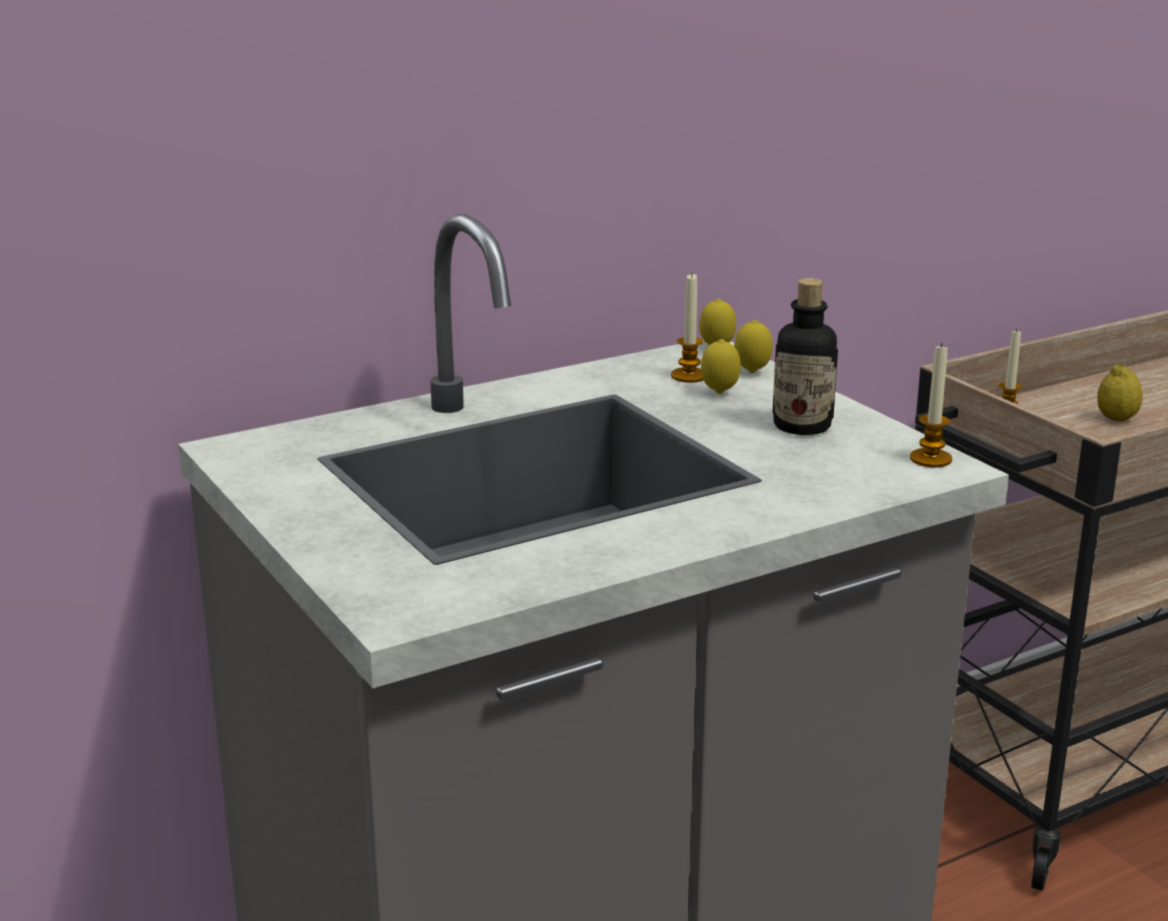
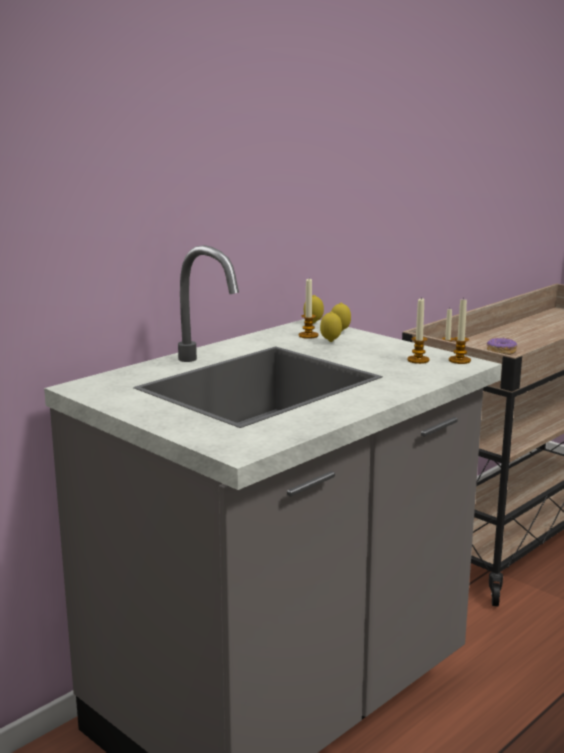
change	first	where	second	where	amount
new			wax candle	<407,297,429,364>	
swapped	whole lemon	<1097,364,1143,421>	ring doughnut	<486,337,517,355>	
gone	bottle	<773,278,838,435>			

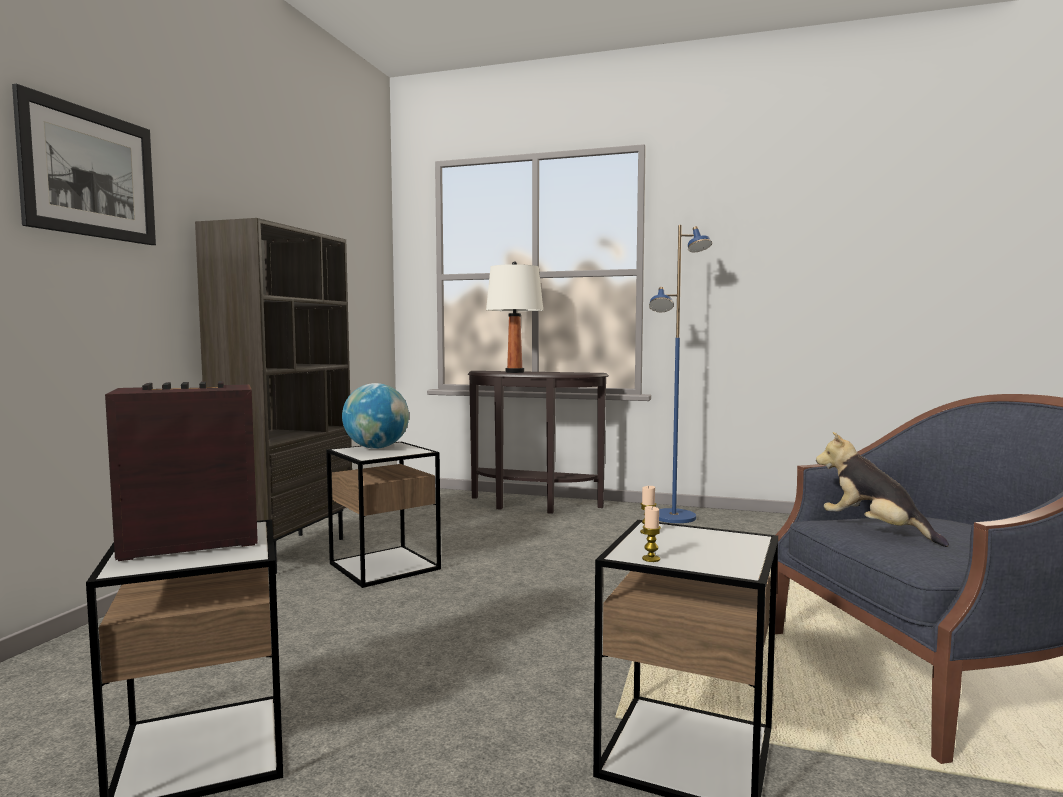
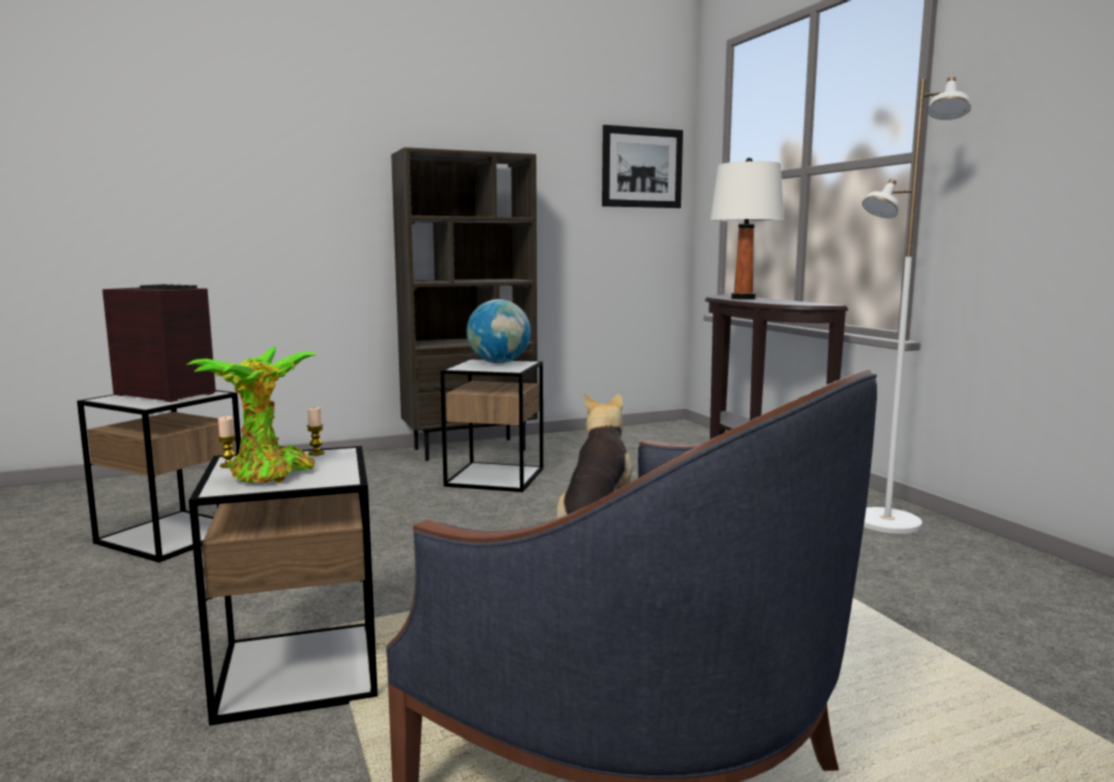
change	first	where	second	where	amount
new			houseplant	<186,346,318,484>	
shifted	picture	<12,84,156,245>		<602,125,683,208>	
repainted	blue-coloured floor lamp	<649,225,712,523>	white-coloured floor lamp	<862,77,971,534>	

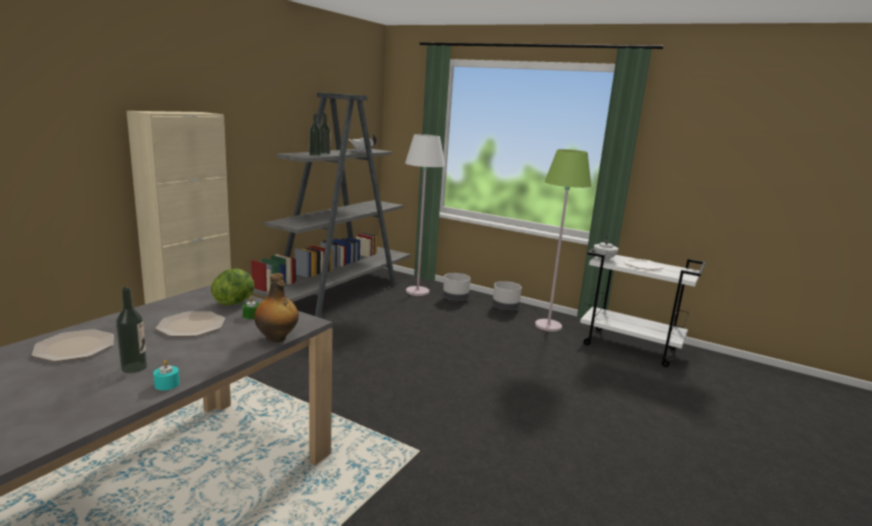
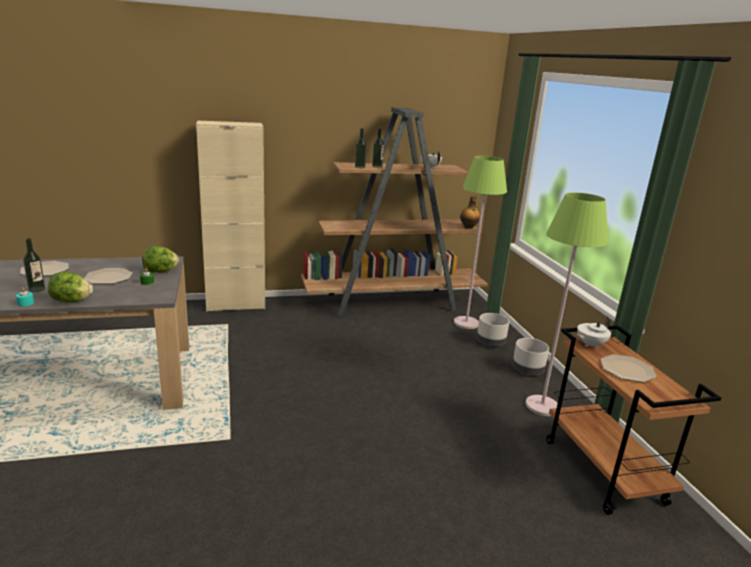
change	first	where	second	where	amount
new			lettuce head	<48,271,93,302>	
repainted	grey bookshelf	<251,92,411,318>	brownish bookshelf	<301,107,488,317>	
repainted	white-coloured floor lamp	<405,134,445,296>	green floor lamp	<454,156,507,329>	
shifted	bottle	<254,273,299,343>		<460,196,480,229>	
repainted	white-coloured trolley	<580,245,706,367>	brownish trolley	<546,325,721,515>	

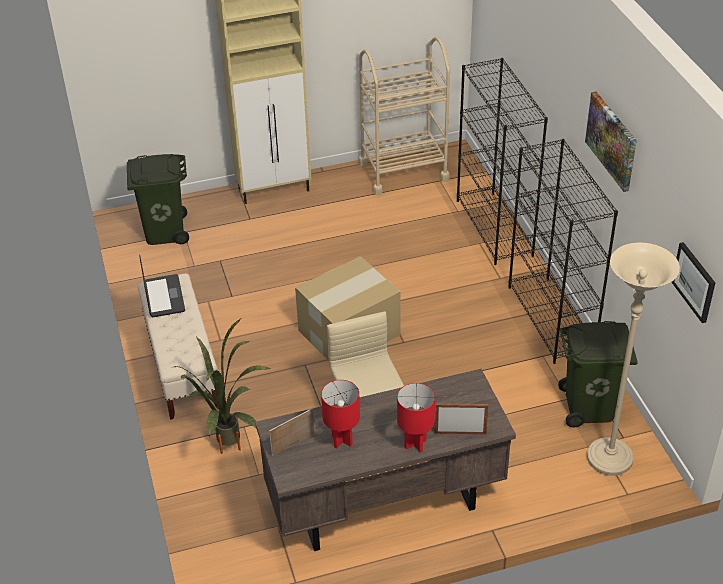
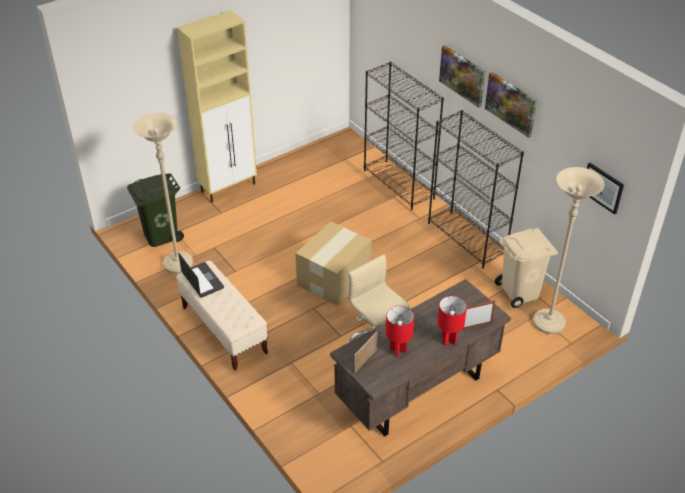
change	first	where	second	where	amount
new			beige-coloured floor lamp	<133,113,193,274>	
new			picture	<439,45,486,108>	
repainted	green waste bin	<558,321,638,427>	beige-coloured waste bin	<494,228,558,308>	
gone	houseplant	<171,319,271,454>			
gone	beige-coloured trolley	<359,37,450,195>			

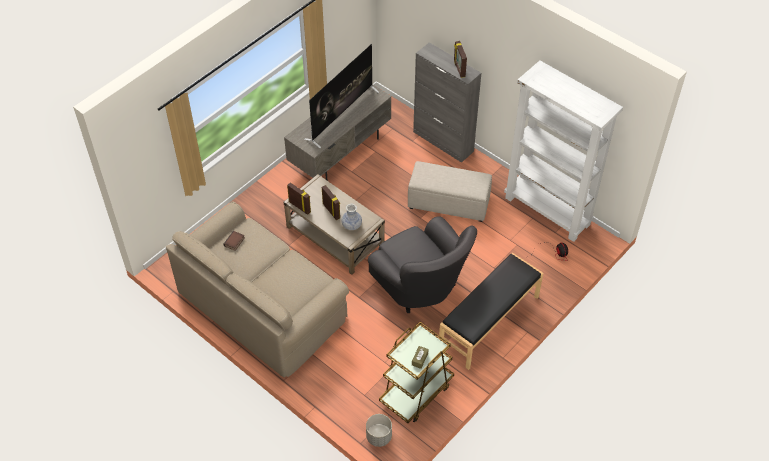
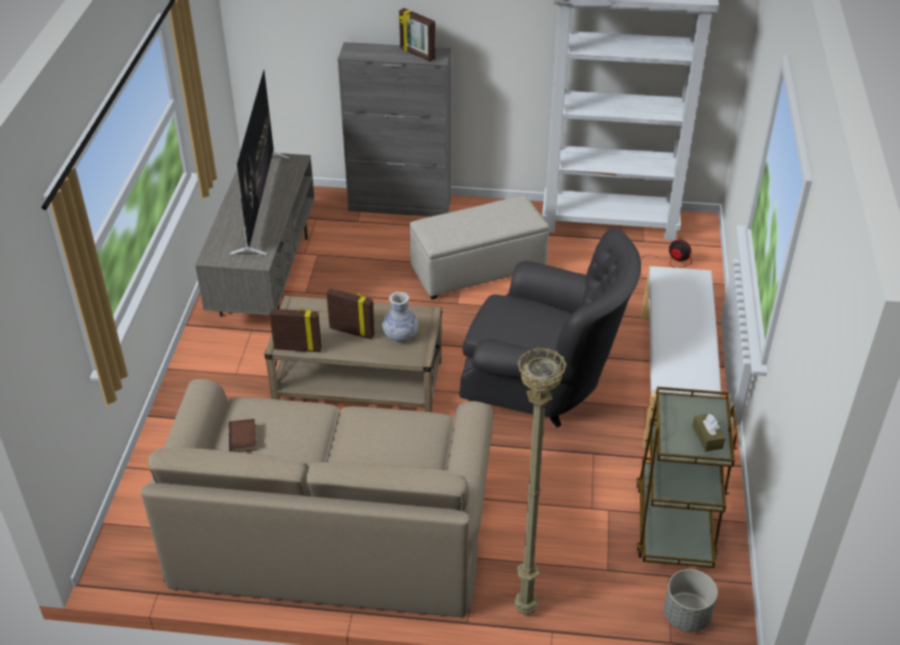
change	first	where	second	where	amount
new			beige-coloured floor lamp	<514,347,567,616>	
repainted	black bench	<439,253,543,370>	white-coloured bench	<642,266,721,449>	

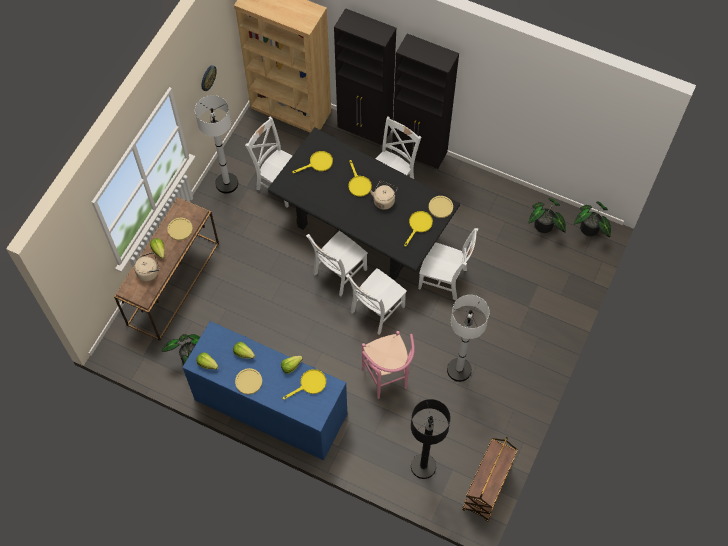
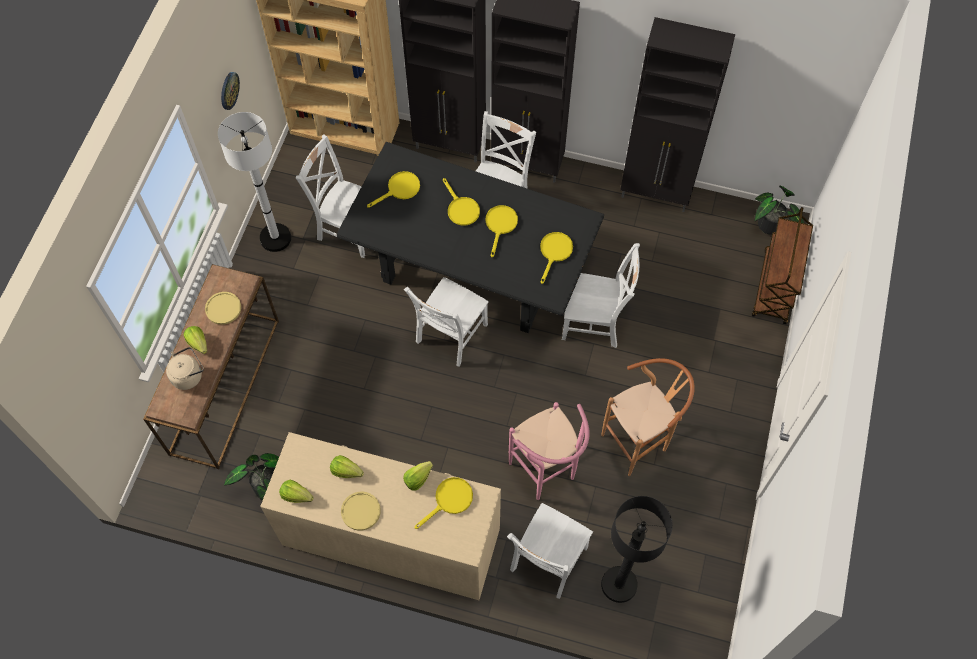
change	first	where	second	where	amount
repainted	blue-coloured chest of drawers	<182,321,347,460>	beige-coloured chest of drawers	<260,432,501,600>	
swapped	beige-coloured water kettle	<370,181,398,210>	yellowish skillet	<485,205,518,257>	
shifted	white-coloured chair	<346,268,407,335>		<507,503,593,599>	
swapped	white-coloured floor lamp	<447,295,489,382>	brownish stool	<601,358,695,476>	
new			black cupboard	<620,17,735,212>	
shifted	brownish trolley	<462,437,518,522>		<752,207,813,324>	
gone	yellowish plate	<429,196,453,218>			
gone	houseplant	<528,198,566,233>			

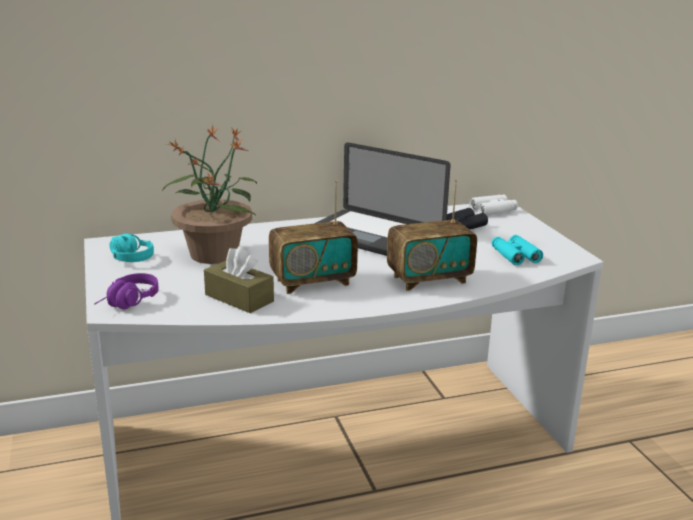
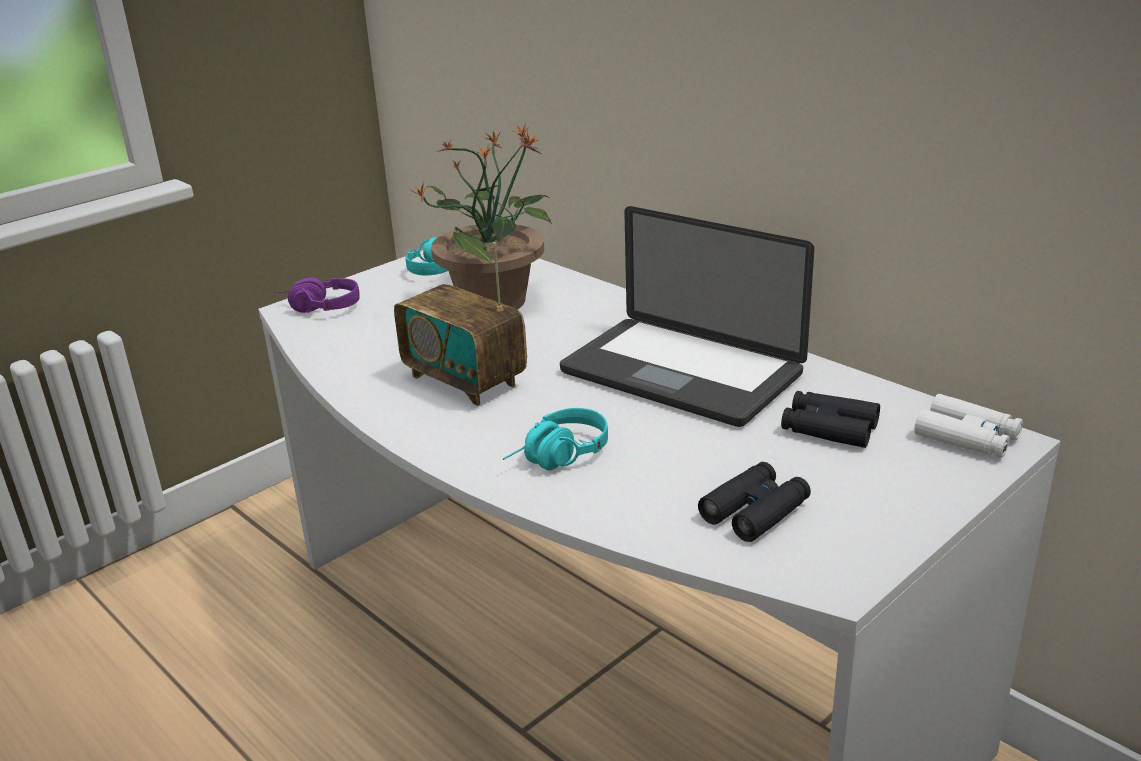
change	first	where	second	where	amount
swapped	radio receiver	<387,179,477,291>	turquoise headset	<503,408,608,470>	
rotated	notebook computer	<316,142,451,256>		<560,206,814,427>	60 degrees counterclockwise
repainted	turquoise binoculars	<491,235,543,265>	black binoculars	<698,462,811,542>	
gone	brownish box of tissues	<204,246,274,313>			

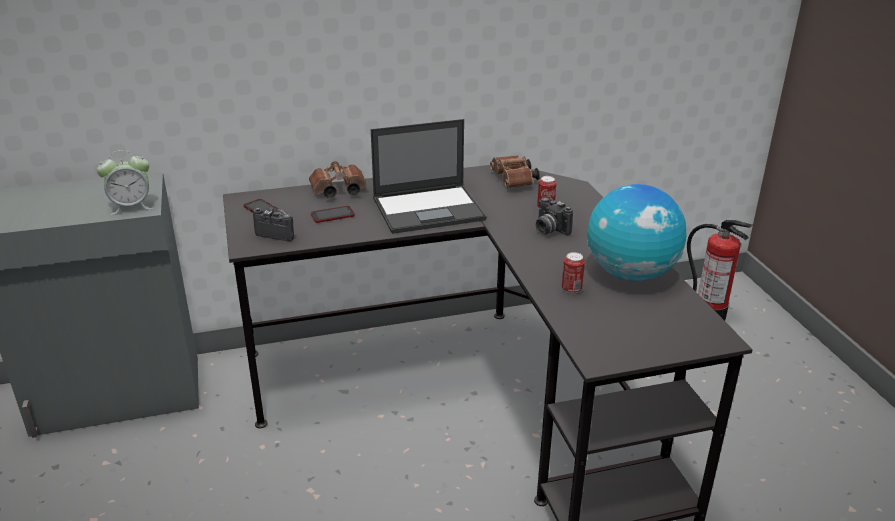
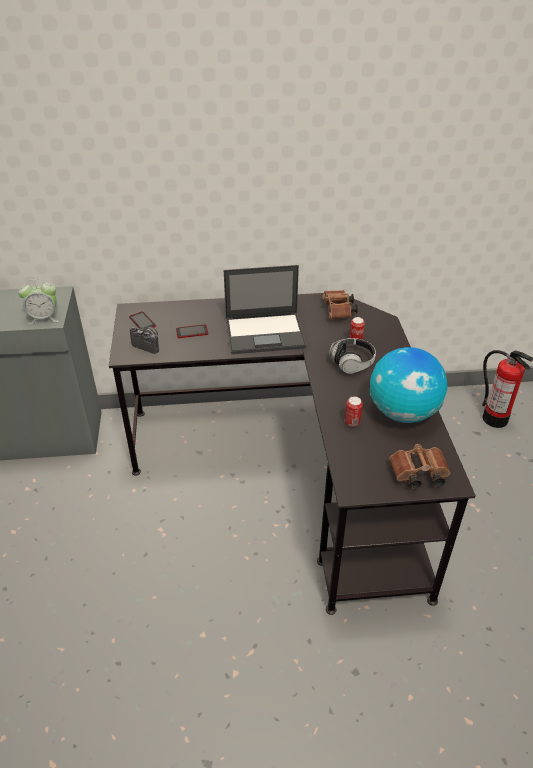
change	first	where	second	where	amount
swapped	still camera	<536,197,573,235>	headset	<329,338,376,374>	
shifted	brownish binoculars	<309,161,366,198>		<389,444,450,489>	

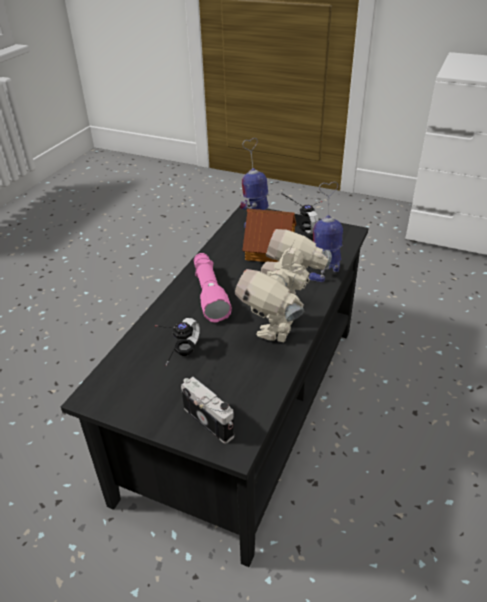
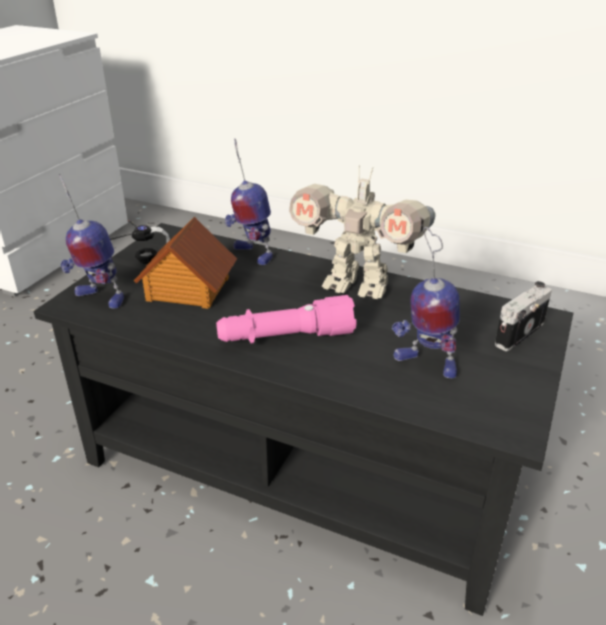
change	first	where	second	where	amount
swapped	headset	<155,318,200,366>	robot figure	<392,227,460,378>	

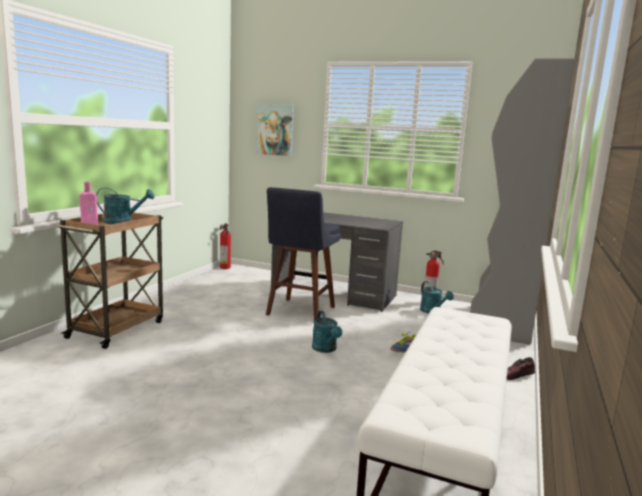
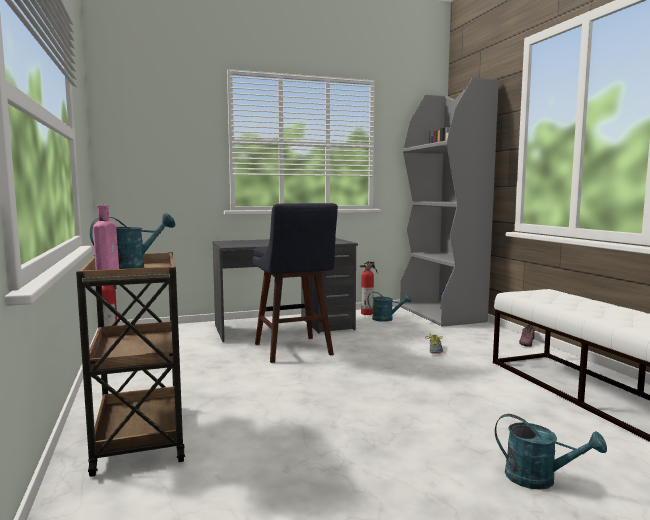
change	first	where	second	where	amount
shifted	turquoise sprinkling can	<312,311,342,353>		<495,414,607,490>	
gone	picture	<256,104,294,156>			

